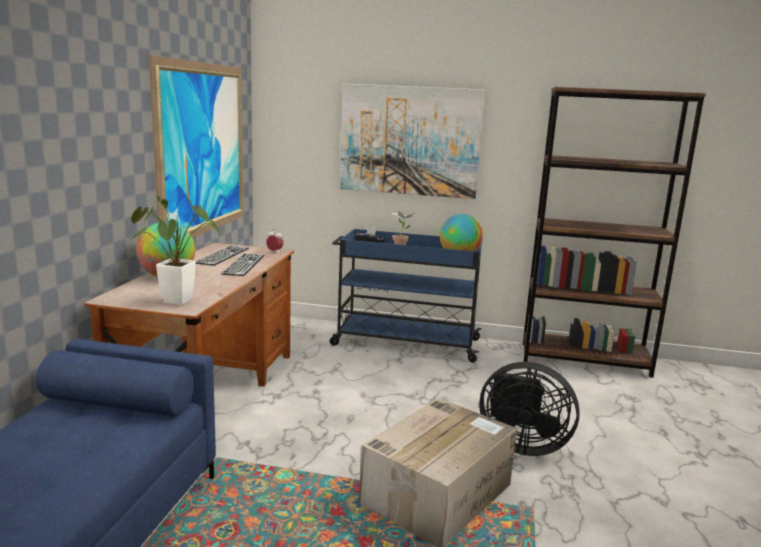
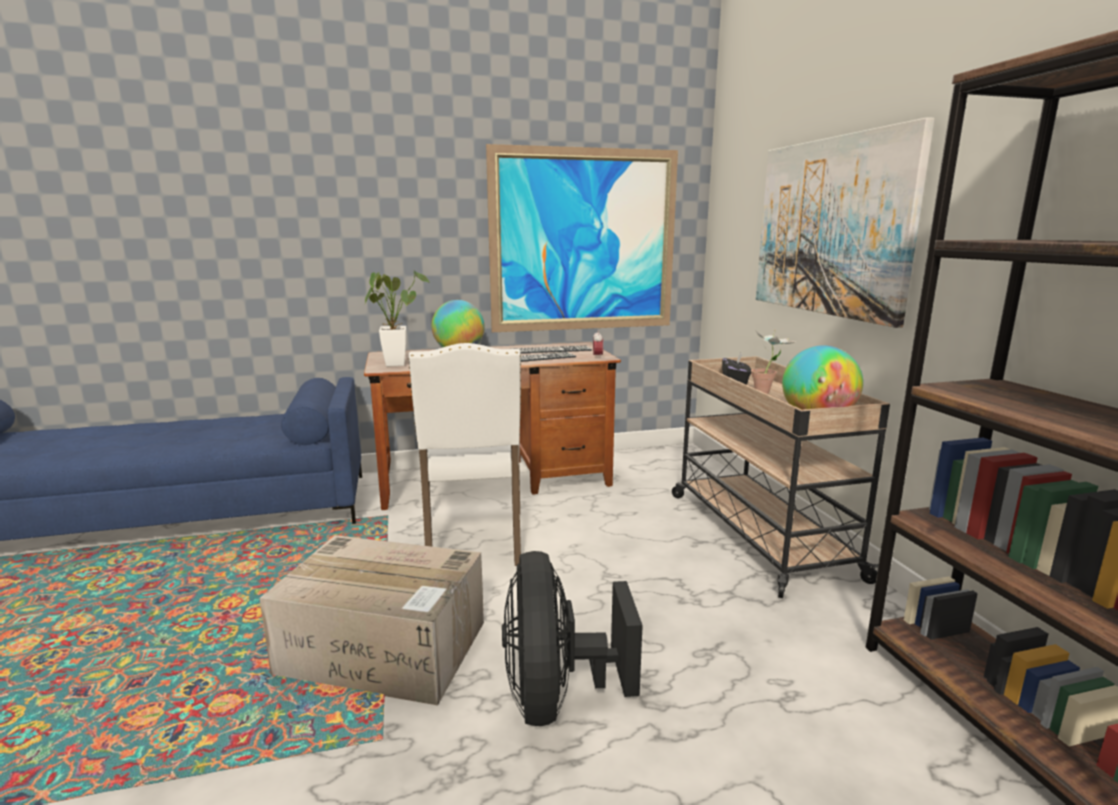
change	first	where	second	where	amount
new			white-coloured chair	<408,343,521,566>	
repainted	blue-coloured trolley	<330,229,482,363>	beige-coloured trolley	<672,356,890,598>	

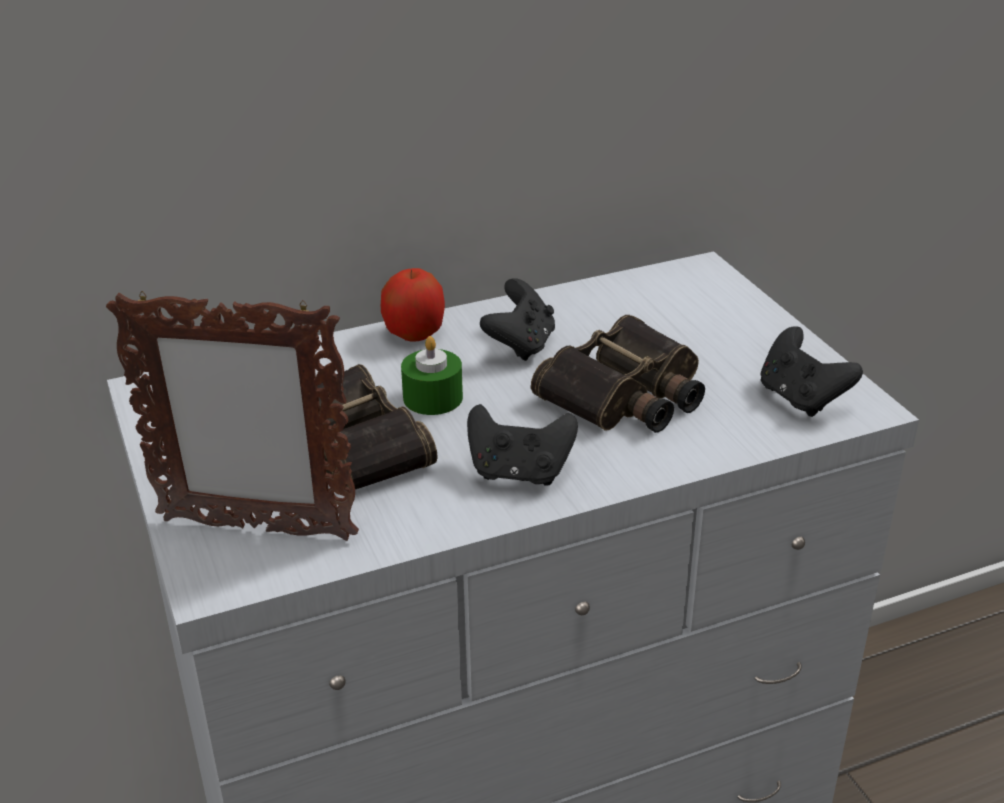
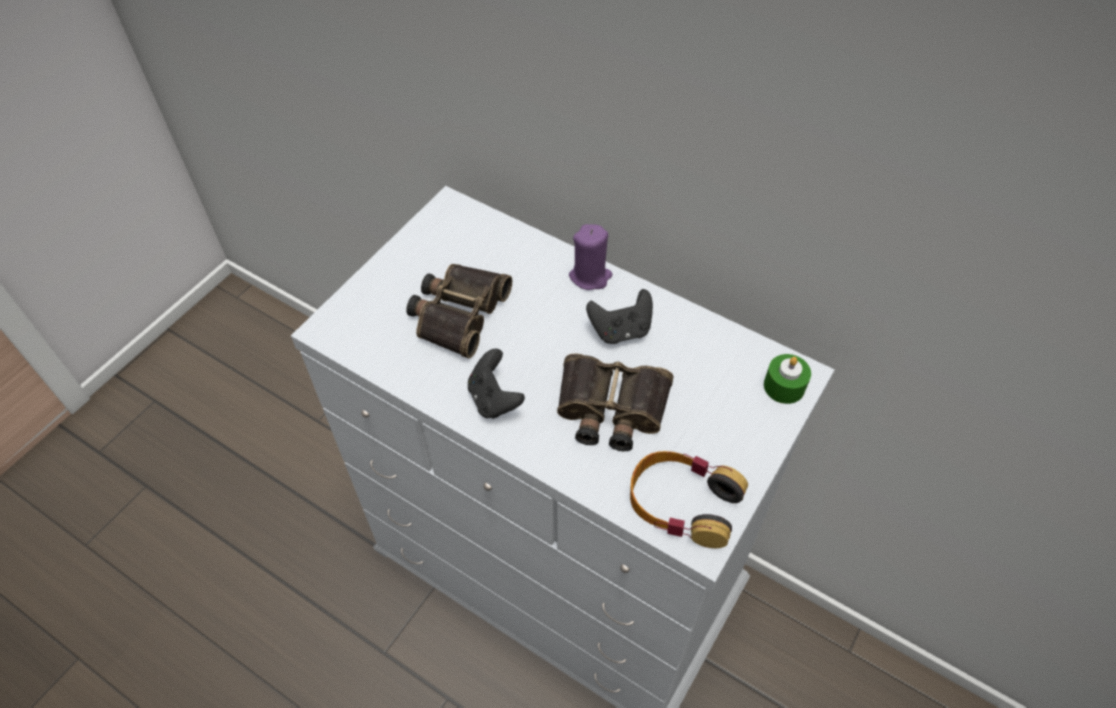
change	first	where	second	where	amount
swapped	apple fruit	<381,268,445,342>	purple wax candle	<569,224,612,290>	
swapped	black joypad	<761,326,863,417>	headset	<630,451,748,548>	
shifted	green wax candle	<401,336,463,415>		<764,354,811,404>	
gone	picture frame	<106,291,359,541>			

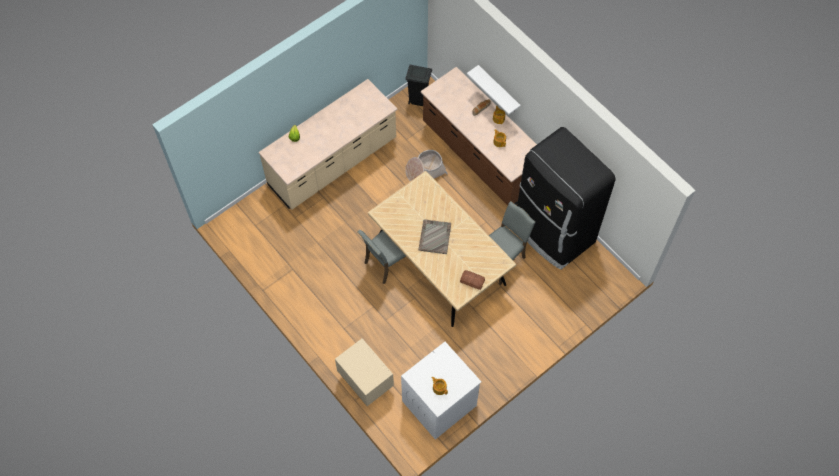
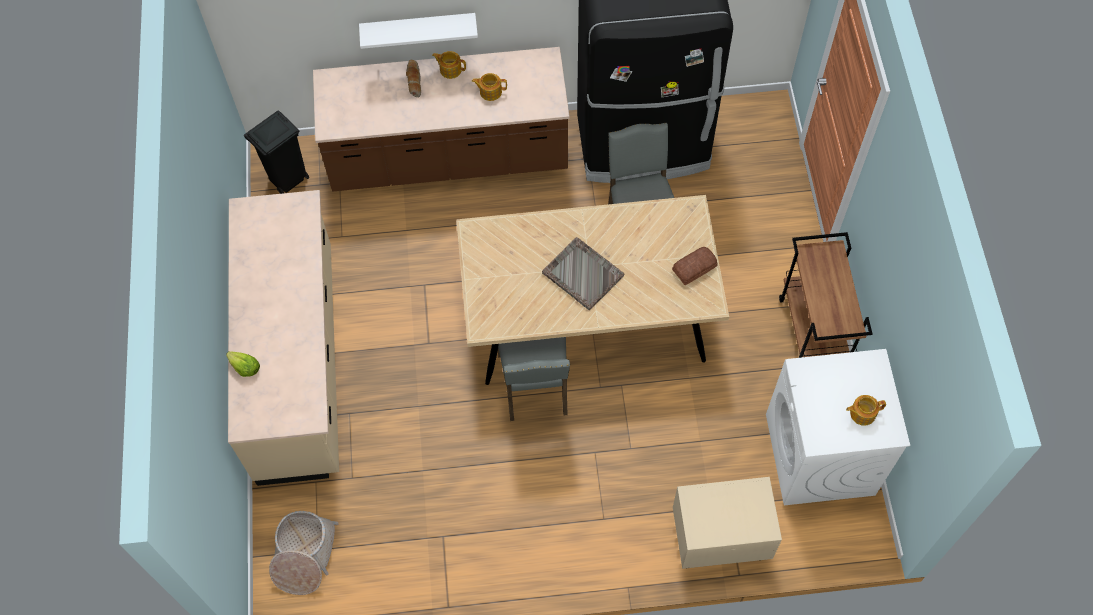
change	first	where	second	where	amount
shifted	storage basket	<405,150,448,182>		<269,511,339,595>	
new			brownish trolley	<779,232,872,358>	

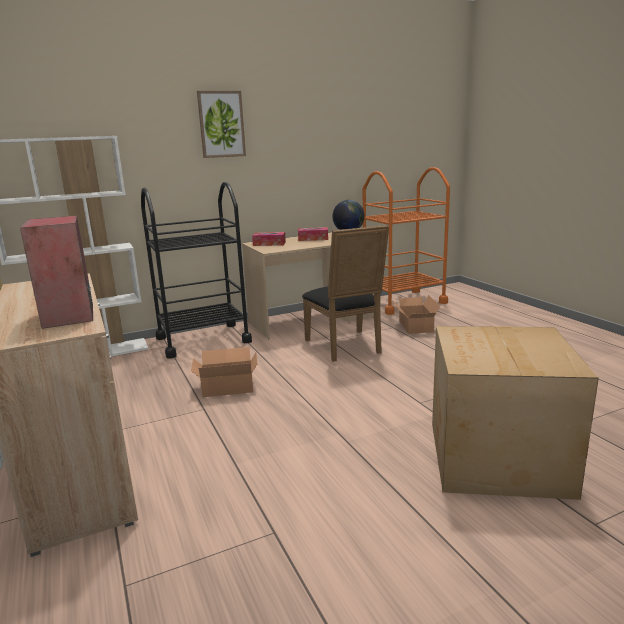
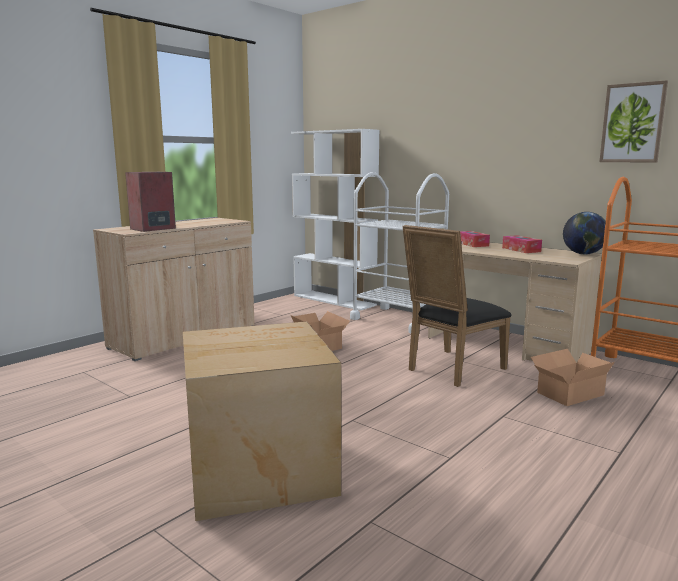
change	first	where	second	where	amount
repainted	black trolley	<141,182,252,359>	white-coloured trolley	<350,172,449,334>	
shifted	picture	<197,91,246,158>		<599,80,668,162>	

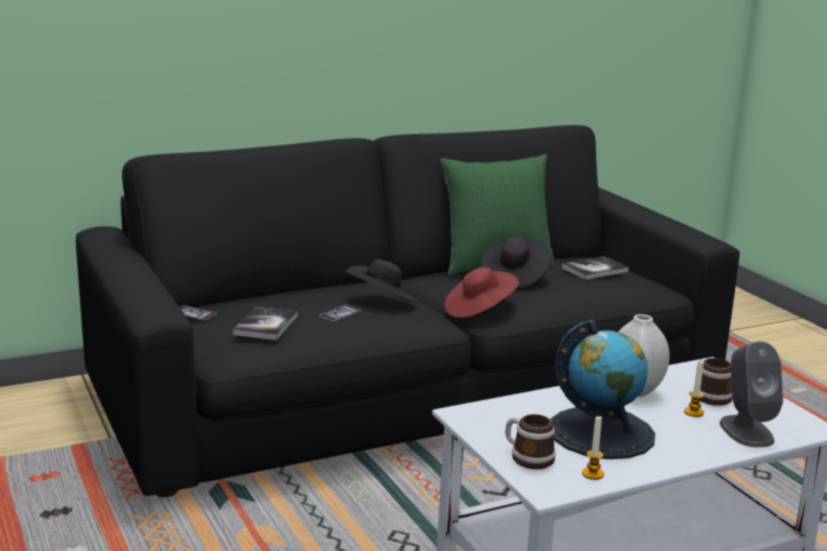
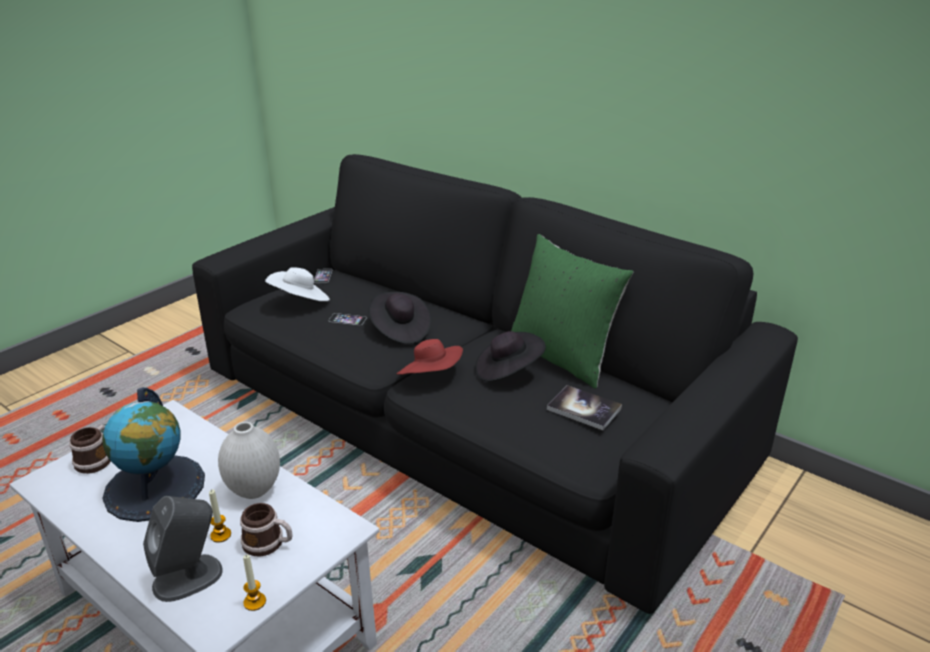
change	first	where	second	where	amount
shifted	wax candle	<582,416,604,480>		<243,555,266,611>	
swapped	book	<233,307,297,340>	white-coloured wearable hat	<265,267,330,301>	

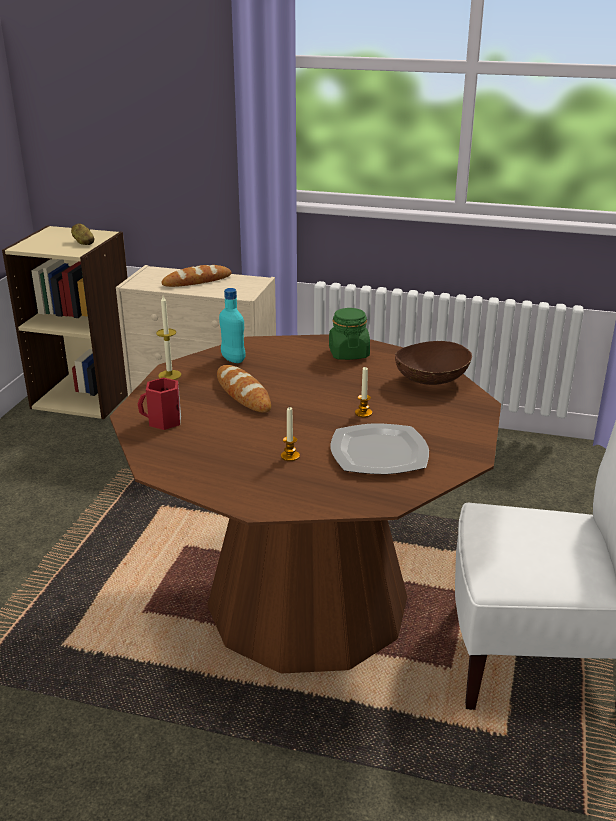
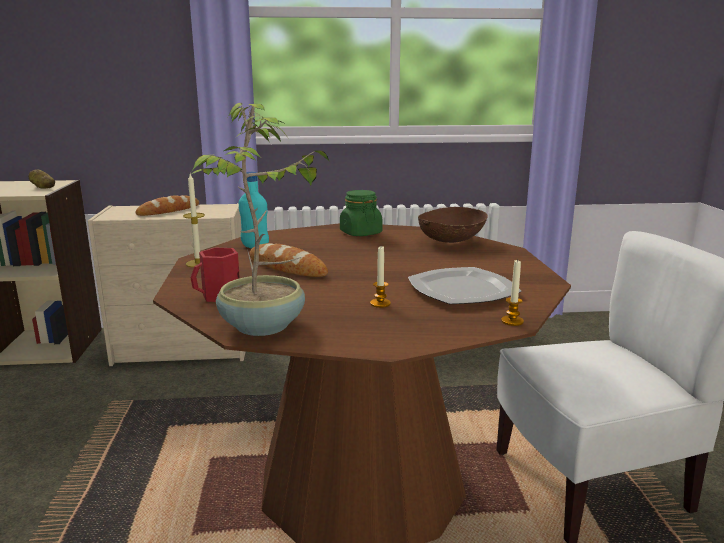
change	first	where	second	where	amount
new			houseplant	<190,103,329,336>	
shifted	wax candle	<355,367,372,417>		<501,260,524,326>	

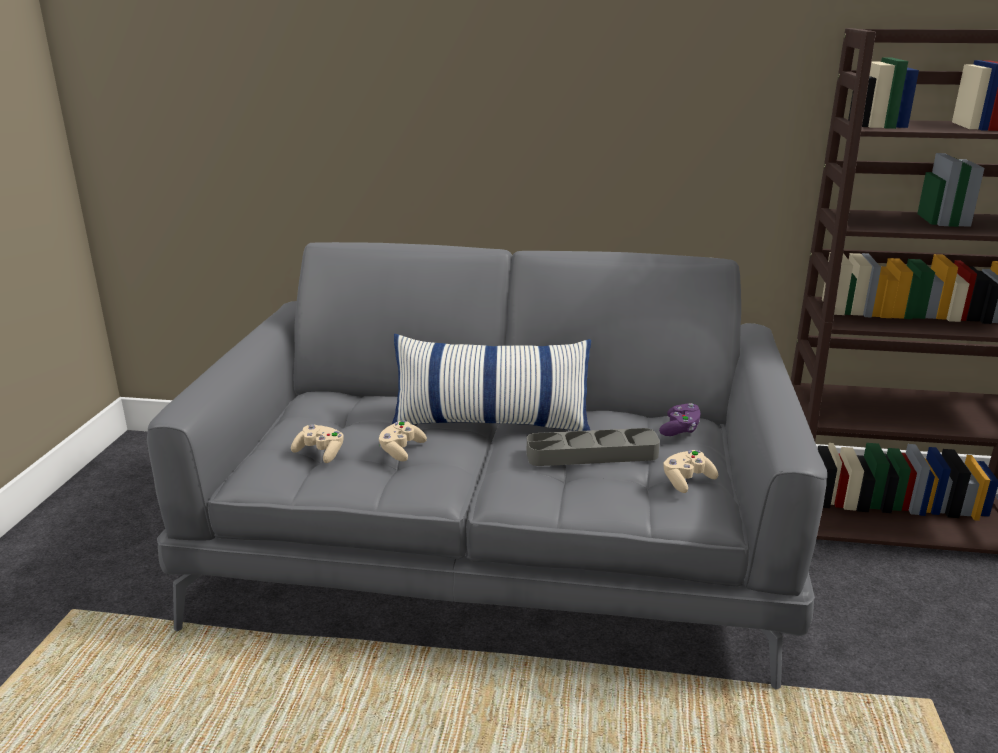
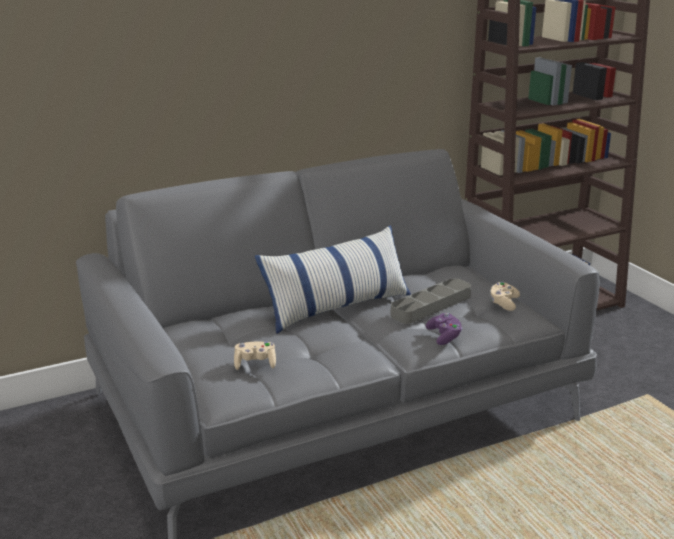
change	first	where	second	where	amount
shifted	purple joypad	<659,403,700,436>		<426,313,462,345>	
gone	beige-coloured joypad	<378,420,427,461>			

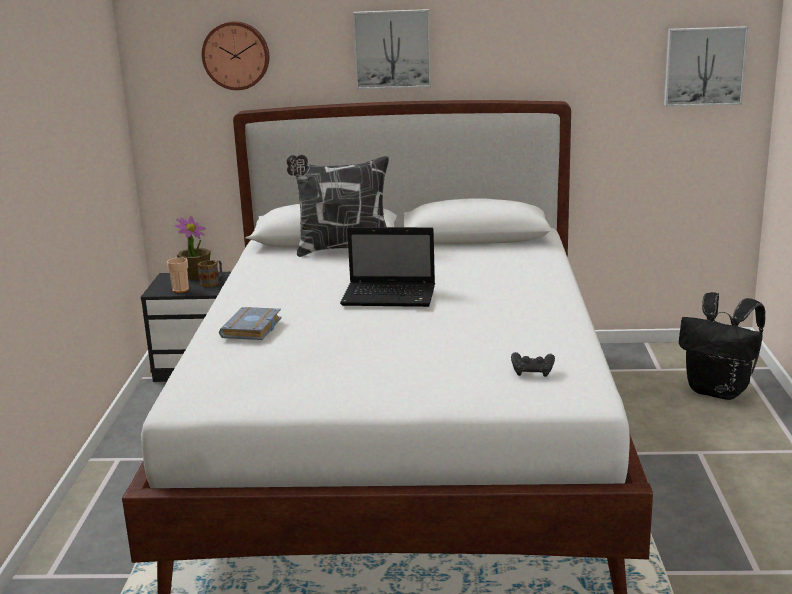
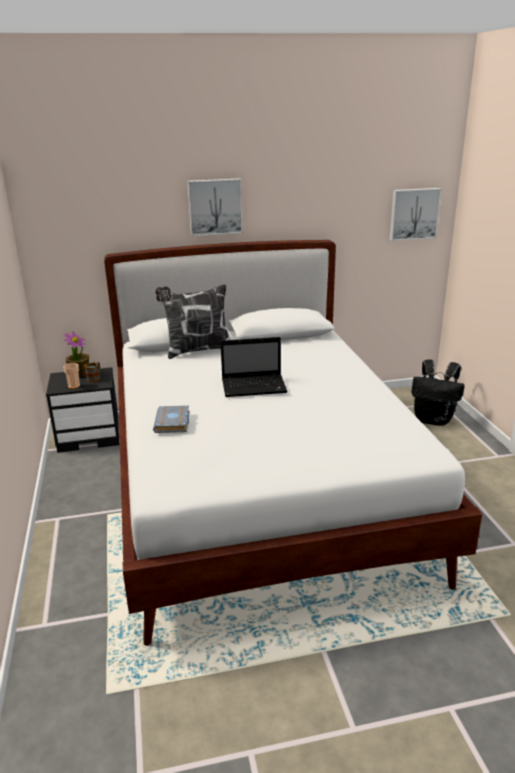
change	first	where	second	where	amount
gone	hanging clock	<202,21,269,90>			
gone	black joypad	<511,352,555,377>			

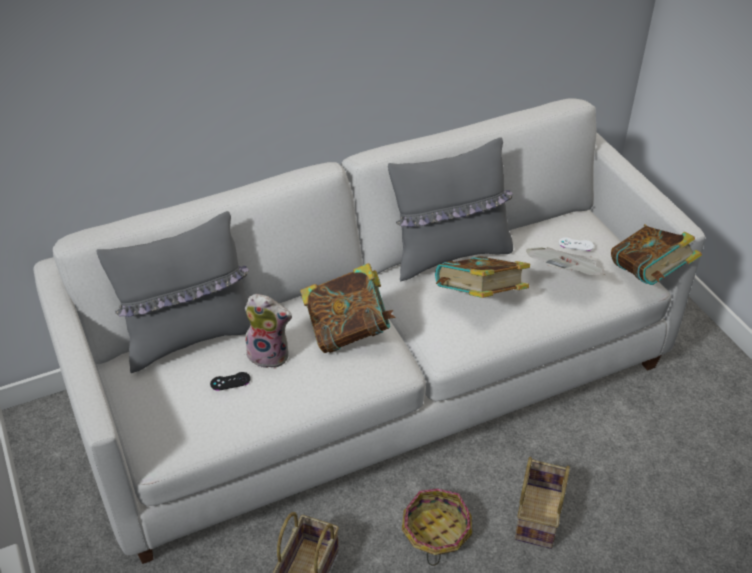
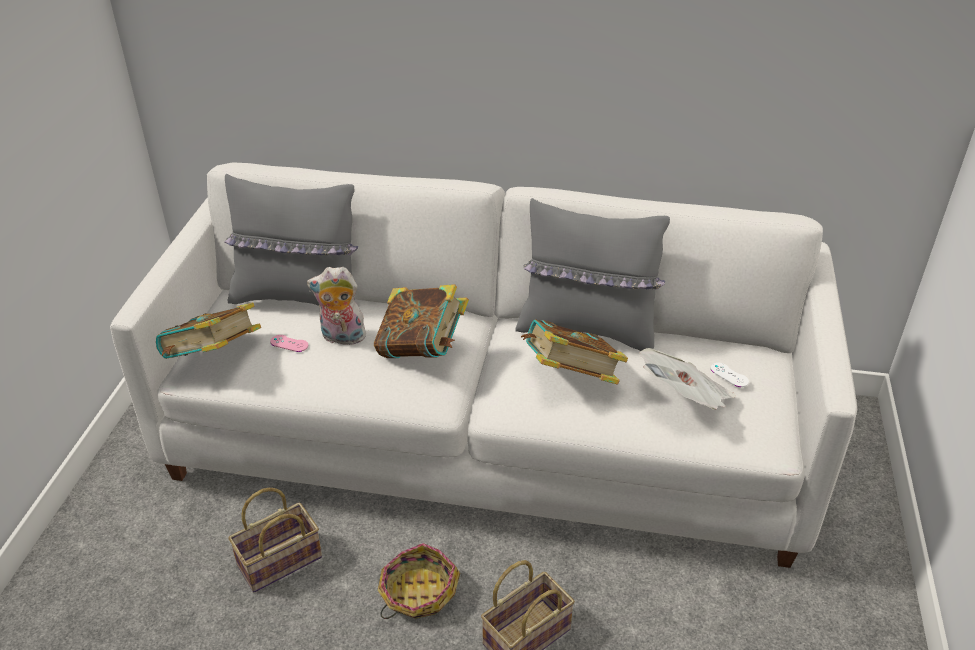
change	first	where	second	where	amount
shifted	book	<611,224,702,285>		<156,302,261,359>	
repainted	black joypad	<210,372,251,391>	pinkish joypad	<270,335,308,352>	
rotated	soft toy	<244,294,292,369>		<307,267,368,348>	135 degrees clockwise

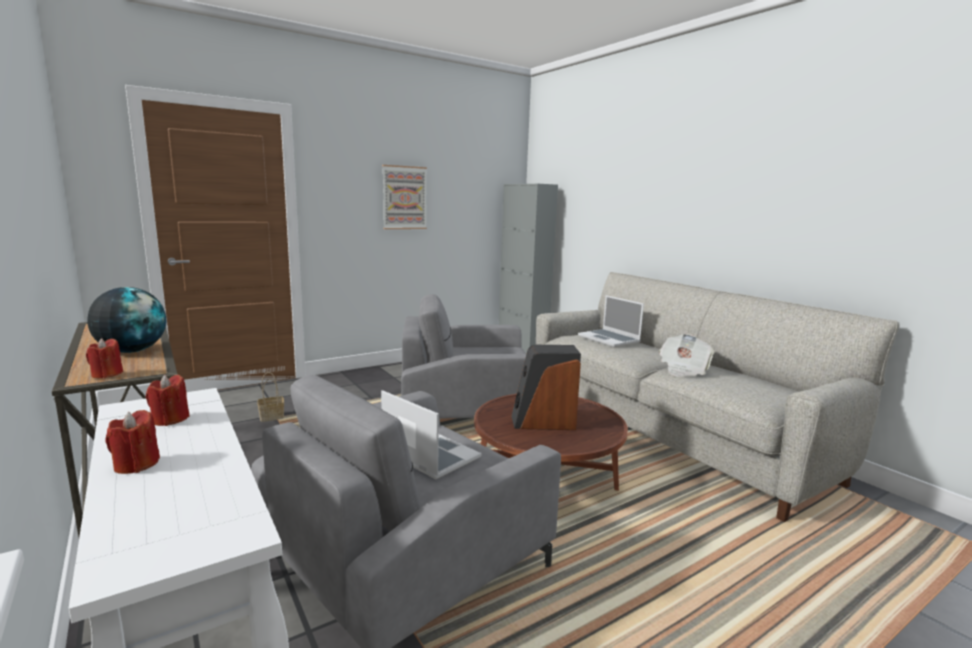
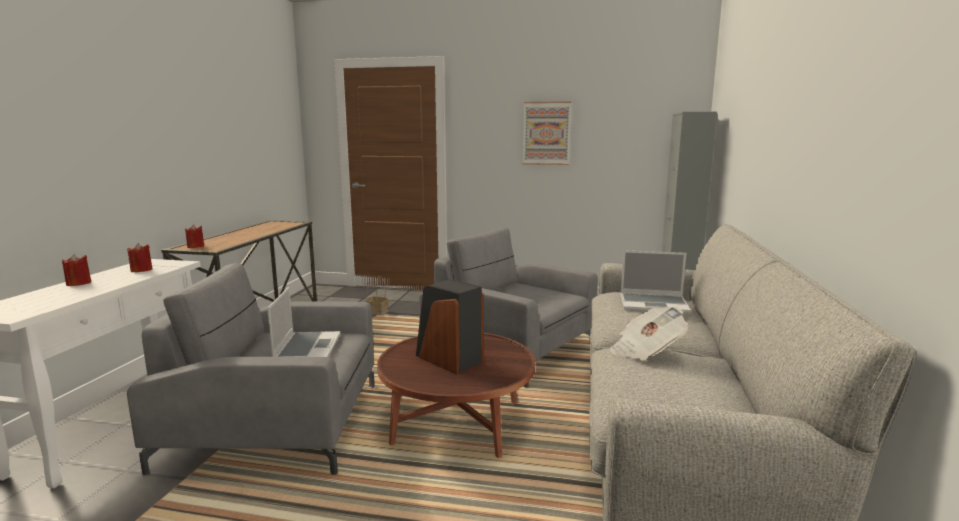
change	first	where	second	where	amount
rotated	notebook computer	<578,295,644,347>		<620,250,691,314>	90 degrees counterclockwise
gone	desk globe	<87,287,166,353>			

